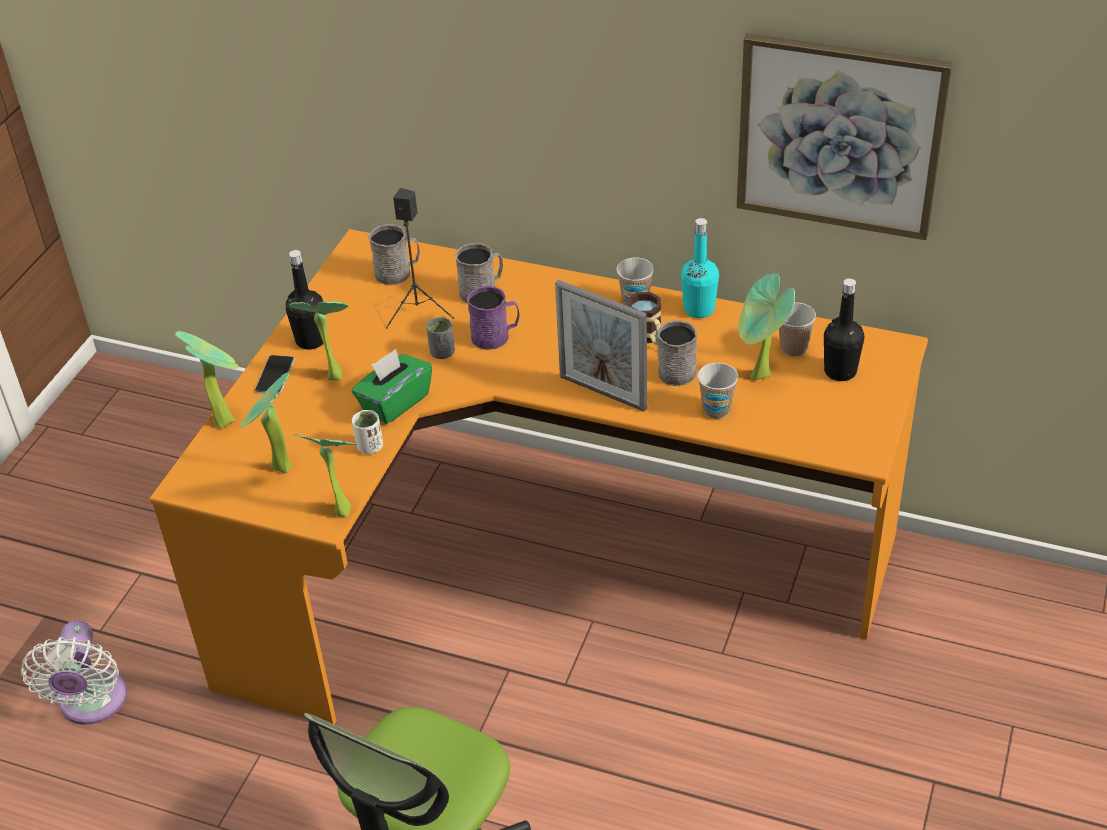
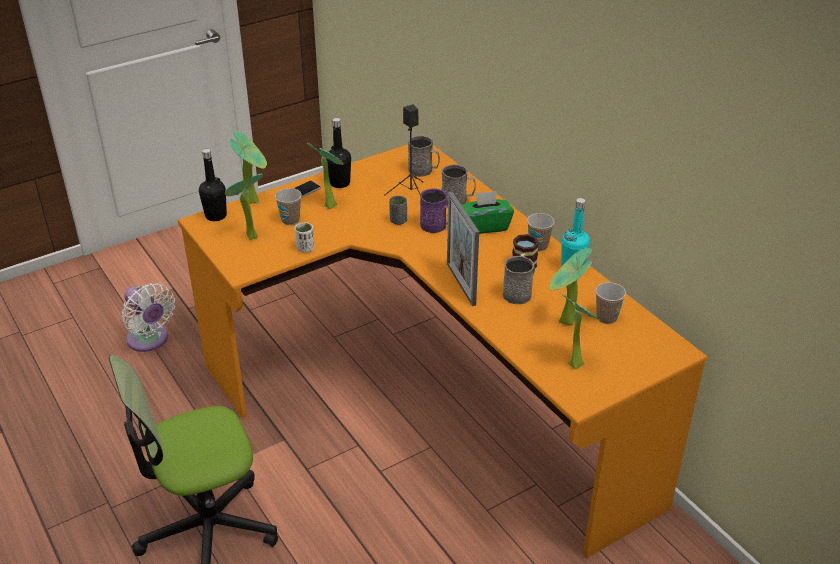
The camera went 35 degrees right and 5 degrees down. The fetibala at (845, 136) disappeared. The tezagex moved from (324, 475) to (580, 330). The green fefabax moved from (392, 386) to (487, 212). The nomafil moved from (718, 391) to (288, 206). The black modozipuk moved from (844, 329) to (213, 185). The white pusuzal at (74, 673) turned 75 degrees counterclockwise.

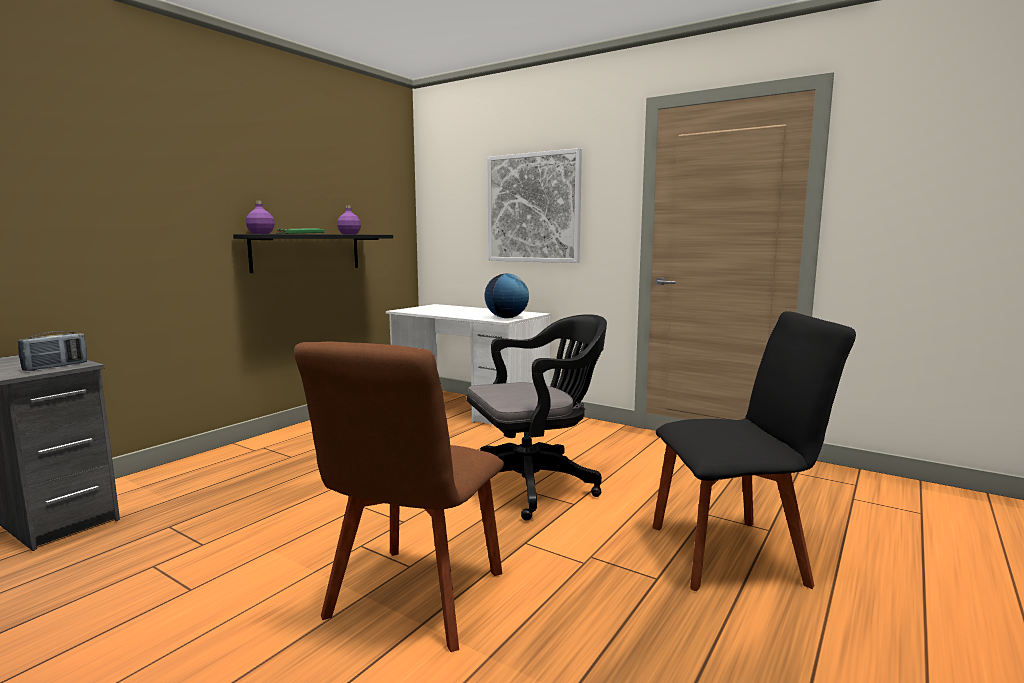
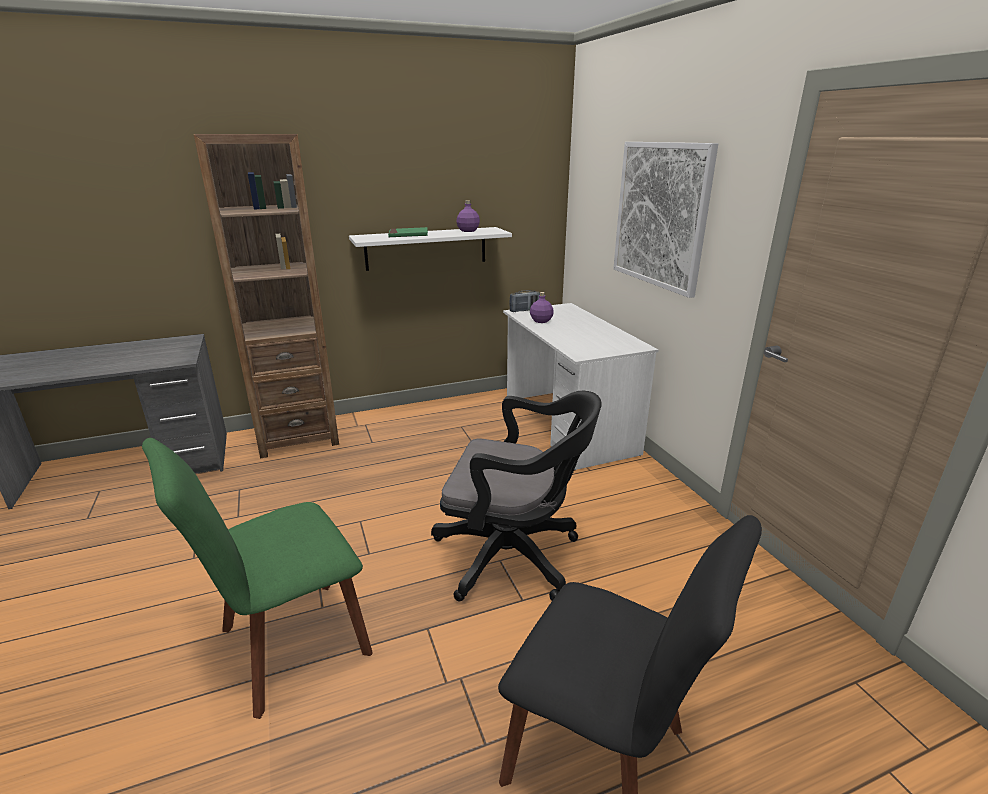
The camera went 35 degrees right and 15 degrees up. The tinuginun at (506, 296) disappeared. The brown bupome at (266, 296) appeared. The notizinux moved from (52, 351) to (525, 301). The purple modozipuk moved from (260, 217) to (542, 307). The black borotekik at (313, 253) became the white borotekik at (430, 249). The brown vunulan at (399, 497) became the green vunulan at (257, 578).

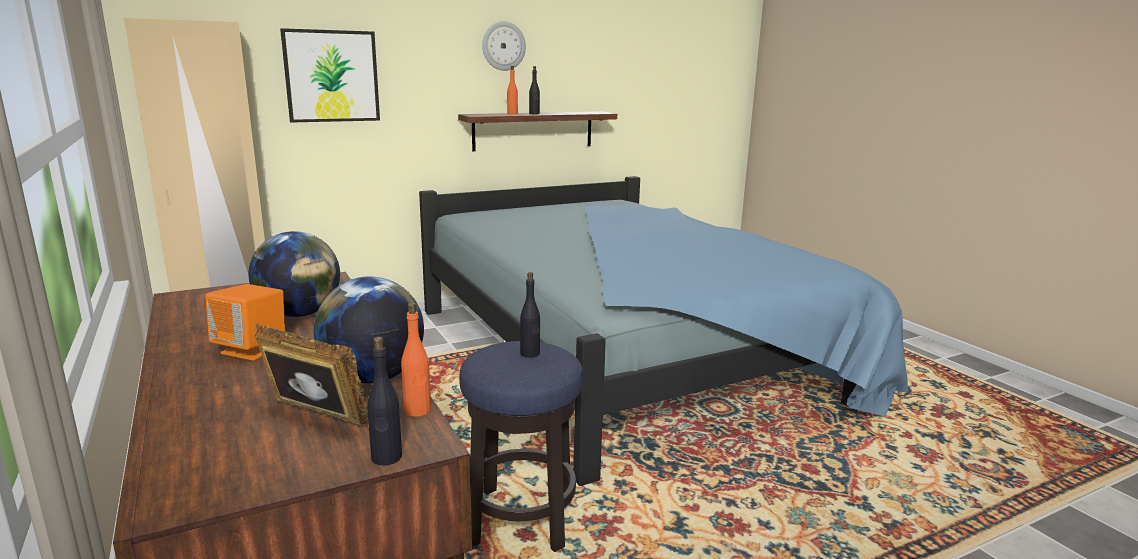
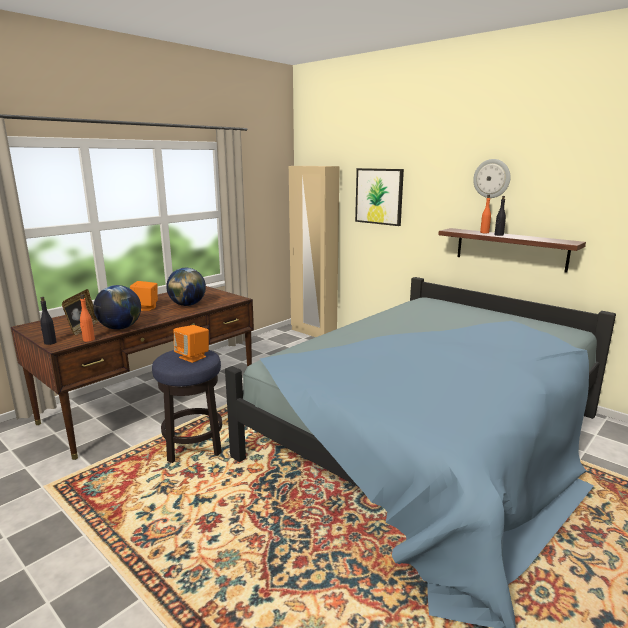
The camera went 70 degrees right and 0 degrees up. The black modozipuk at (530, 315) was replaced by the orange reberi at (191, 344).

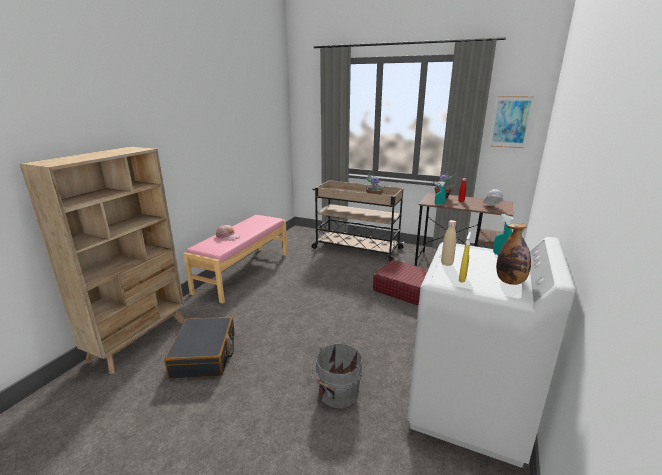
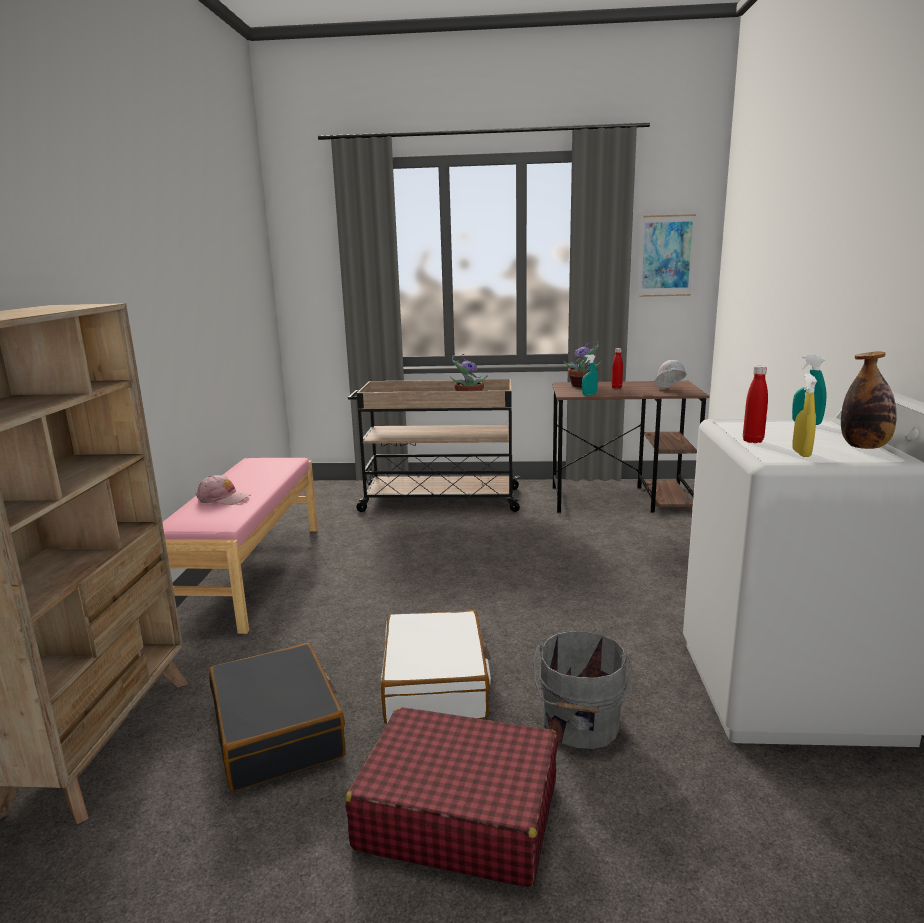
The camera went 20 degrees left and 5 degrees down. The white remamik at (436, 667) appeared. The red remamik moved from (400, 283) to (451, 797). The beige modozipuk at (448, 243) became the red modozipuk at (755, 404).

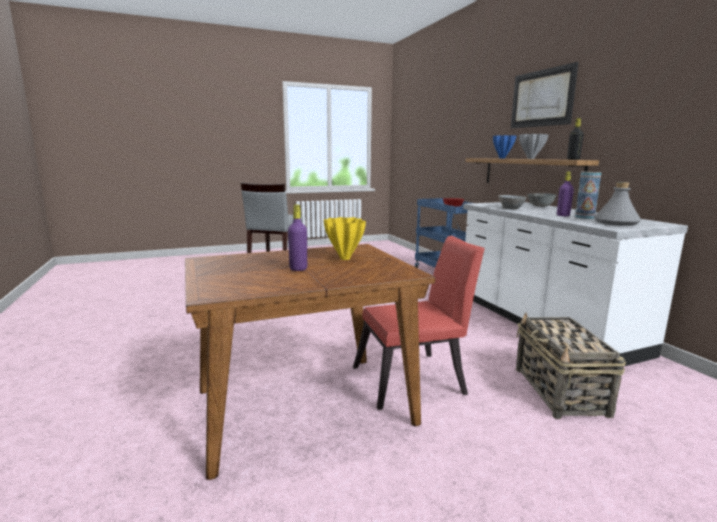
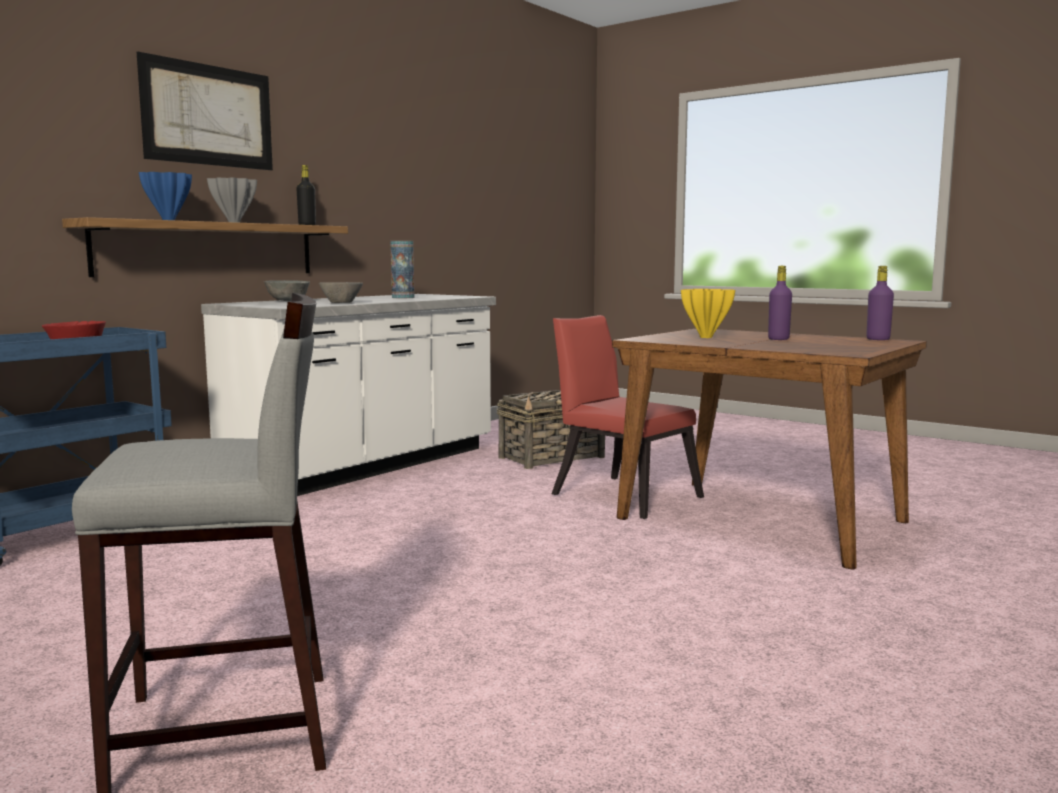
The camera went 120 degrees left and 5 degrees down. The grey modozipuk at (618, 204) disappeared. The purple modozipuk moved from (565, 193) to (880, 303).

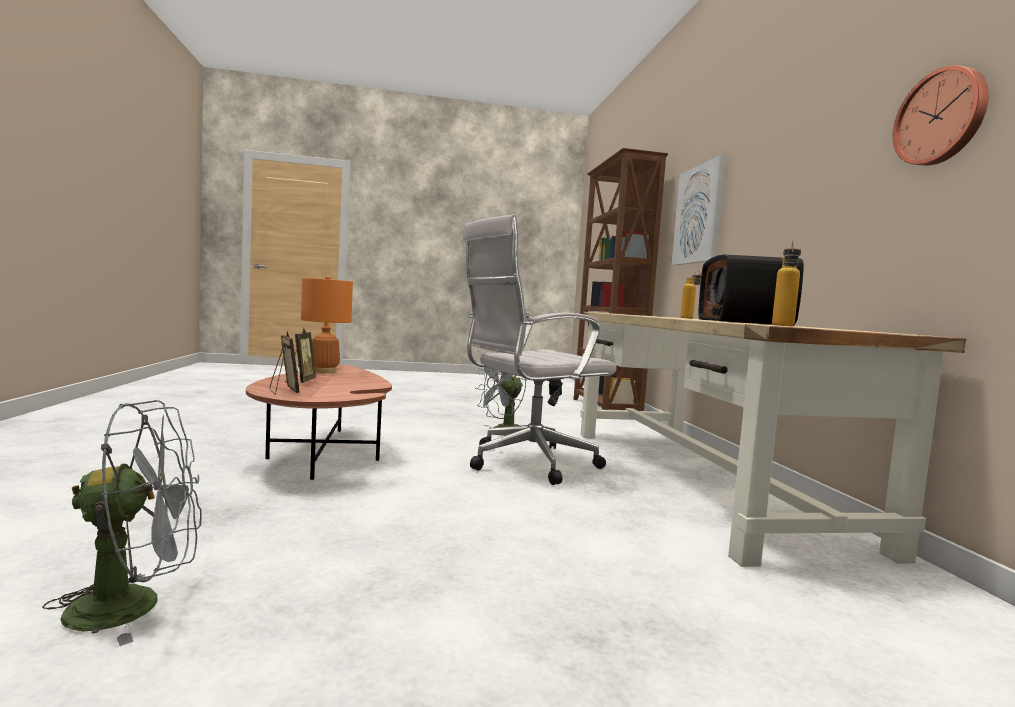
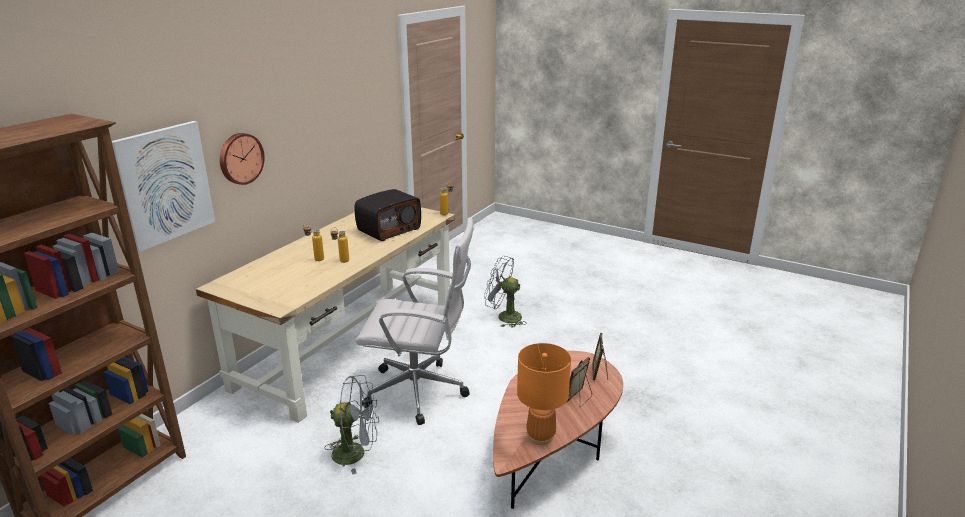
The camera went 140 degrees left and 20 degrees up. The modozipuk at (339, 245) appeared. The grey pusuzal moved from (122, 523) to (505, 292). The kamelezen moved from (941, 115) to (242, 159).

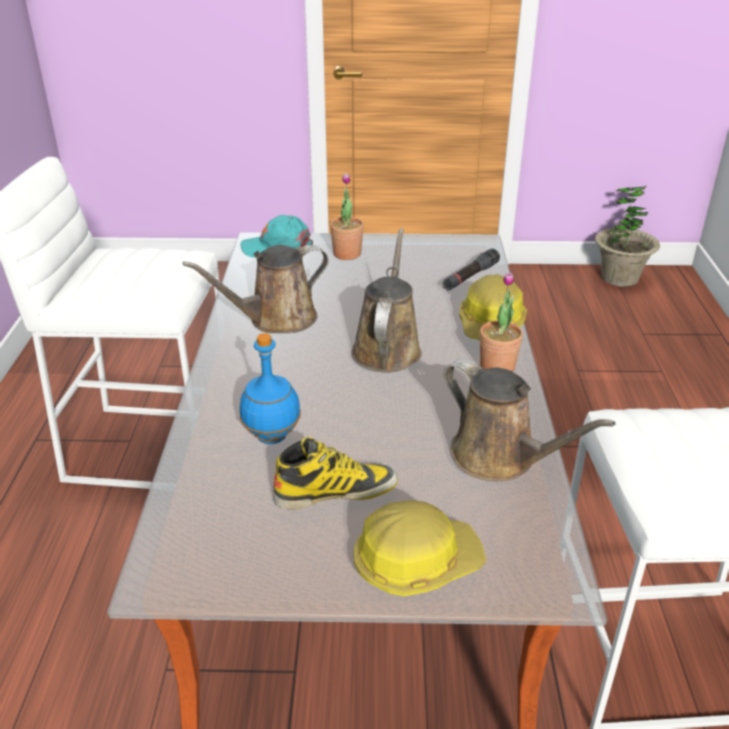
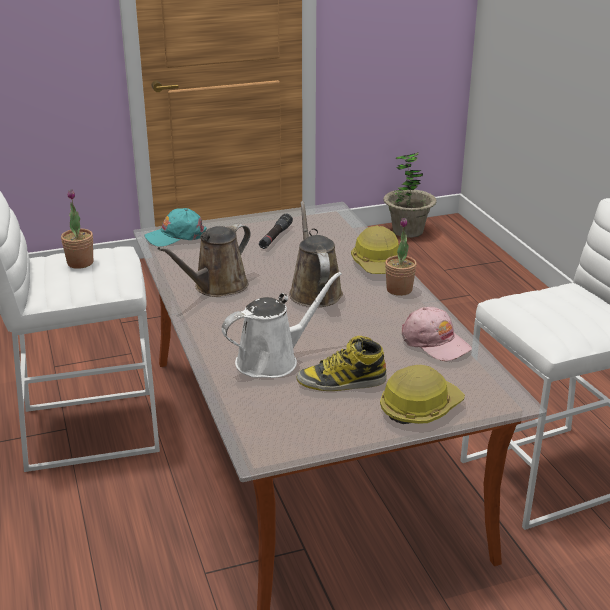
The camera went 20 degrees left and 5 degrees down. The tezagex moved from (347, 216) to (77, 229). The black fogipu moved from (471, 269) to (276, 231). The blue modozipuk at (270, 388) was replaced by the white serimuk at (282, 325). The brown serimuk at (530, 420) was replaced by the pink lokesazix at (437, 334). The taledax at (335, 473) turned 150 degrees counterclockwise.

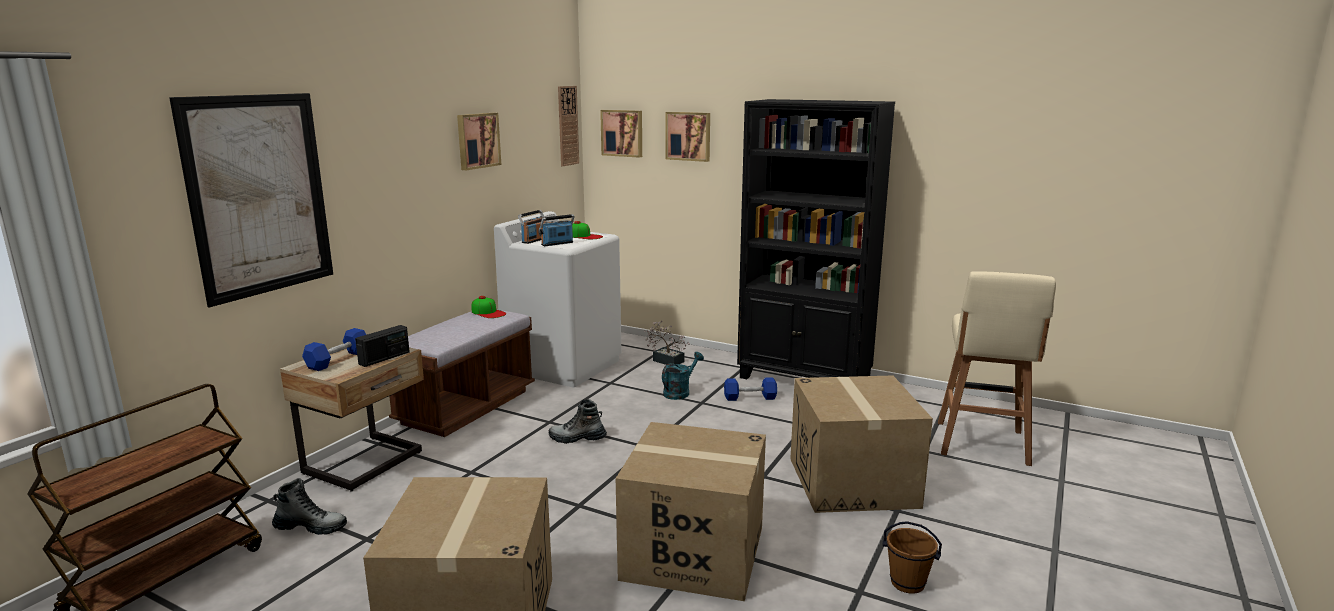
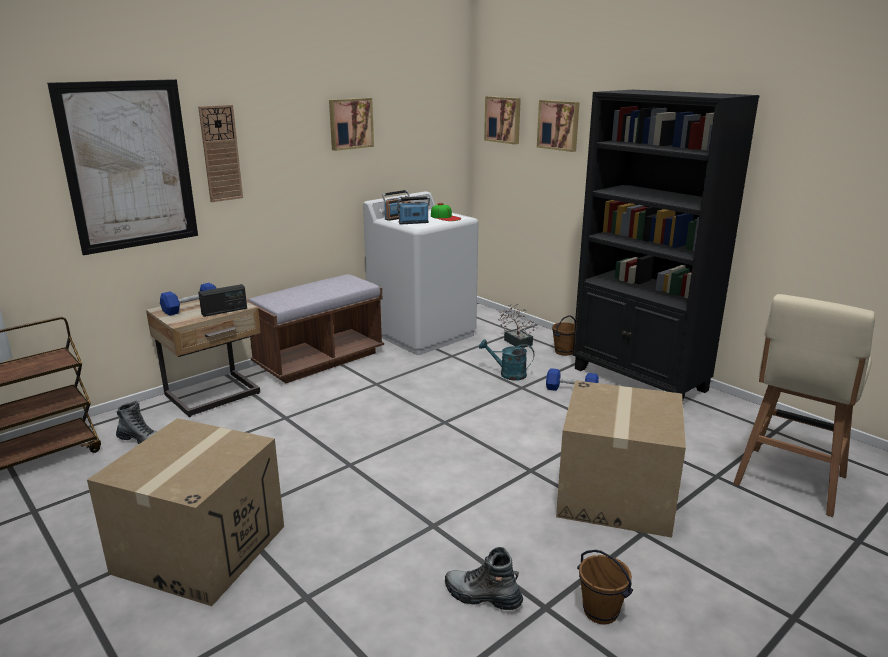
The camera went 20 degrees right and 5 degrees up. The lokesazix at (489, 307) disappeared. The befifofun at (691, 511) disappeared. The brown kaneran at (563, 335) appeared. The taledax moved from (578, 421) to (484, 578). The kamelezen moved from (568, 126) to (220, 153). The turquoise serimuk at (683, 376) turned 135 degrees counterclockwise.

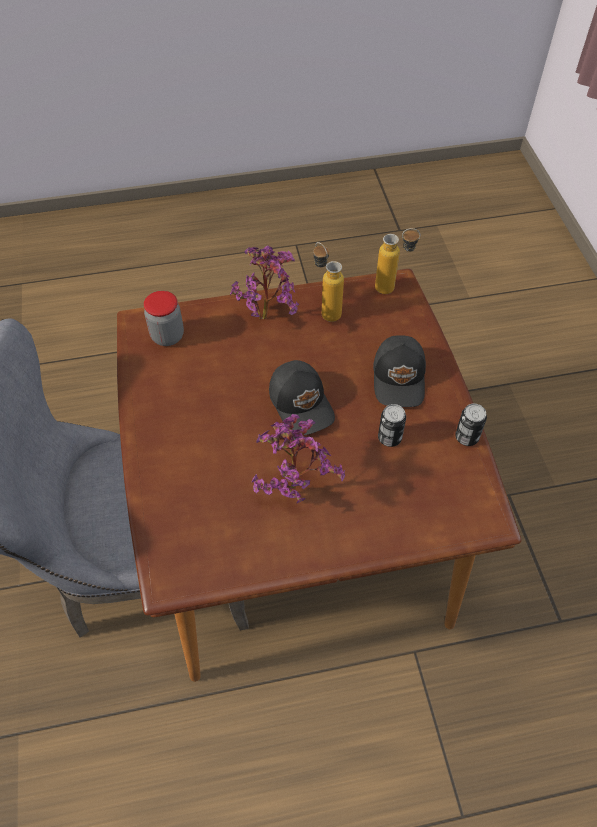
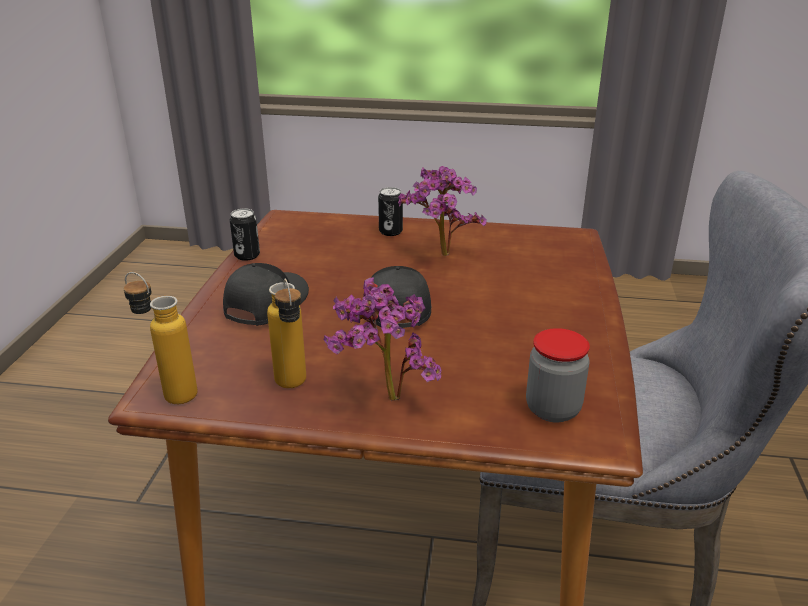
The camera went 160 degrees left and 25 degrees down. The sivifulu moved from (392, 425) to (390, 211).

